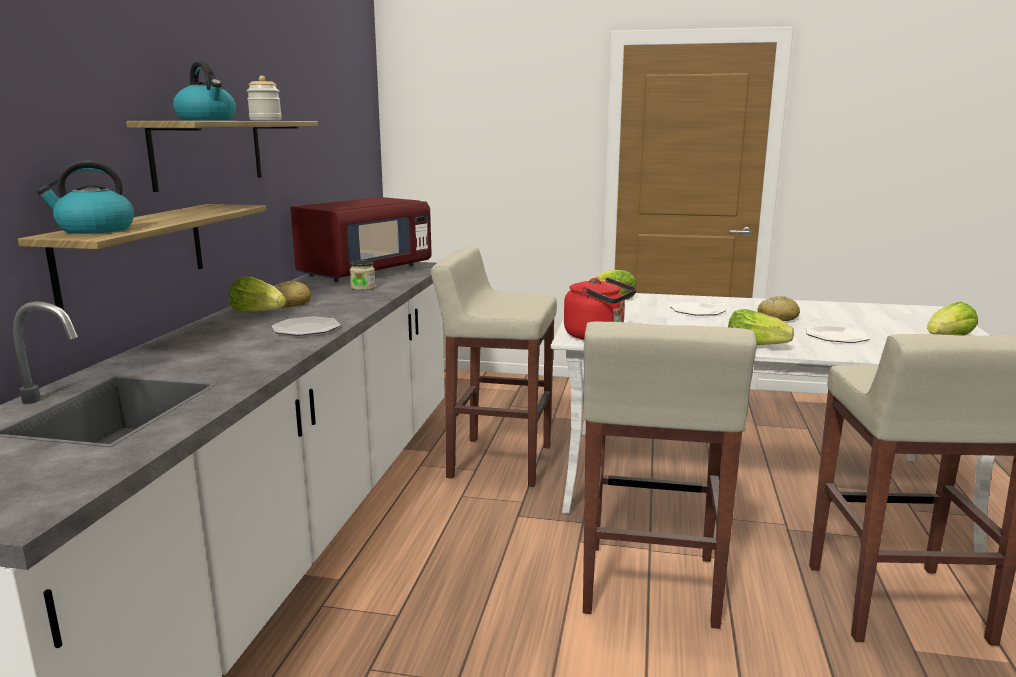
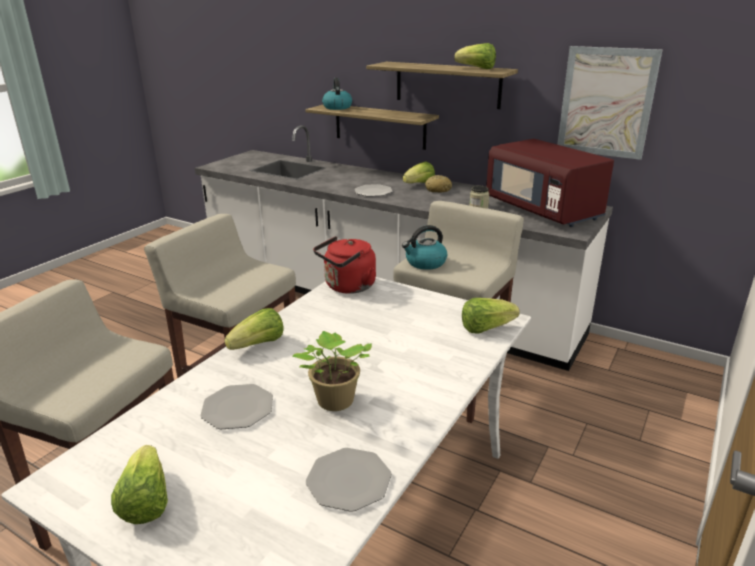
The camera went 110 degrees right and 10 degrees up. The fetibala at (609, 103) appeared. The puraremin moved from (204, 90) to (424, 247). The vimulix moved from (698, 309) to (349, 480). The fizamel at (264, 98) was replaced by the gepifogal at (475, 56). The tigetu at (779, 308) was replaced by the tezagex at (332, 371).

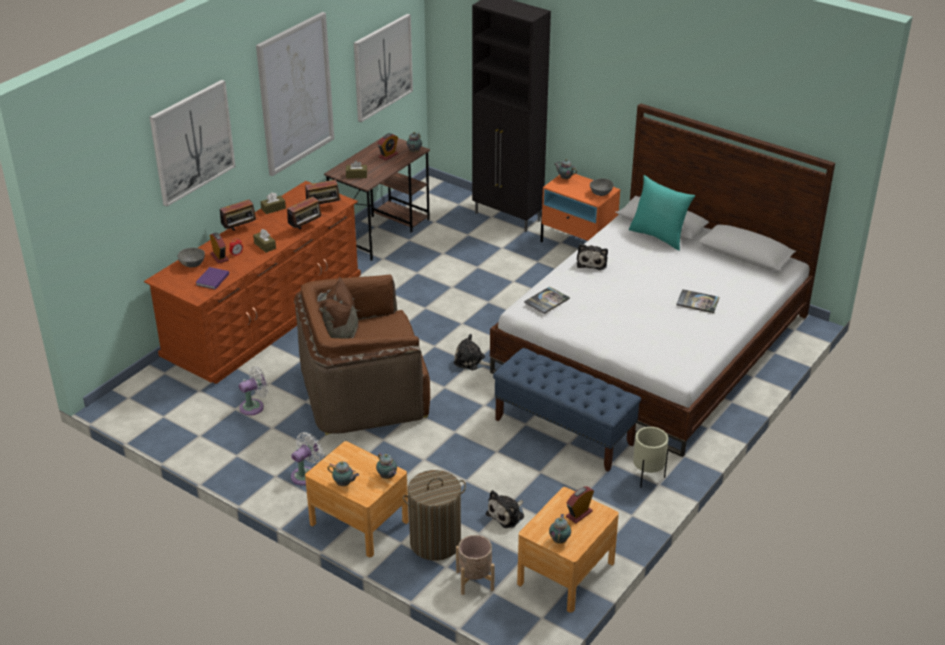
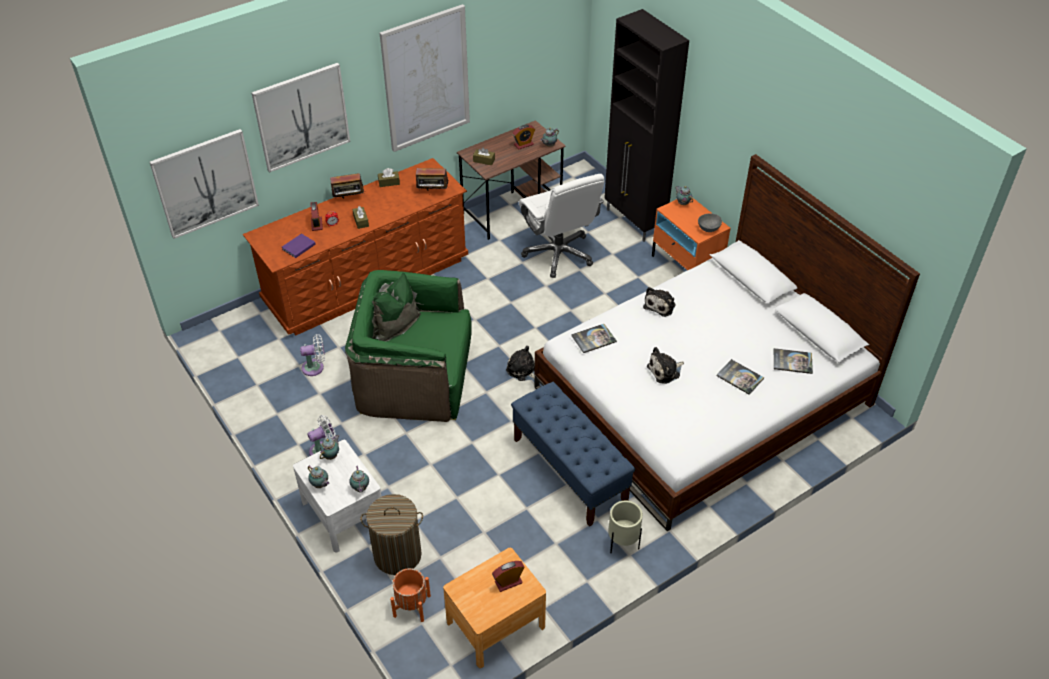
The camera went 20 degrees right and 10 degrees up. The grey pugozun at (191, 258) disappeared. The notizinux at (305, 212) disappeared. The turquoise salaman at (662, 213) disappeared. The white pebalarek at (562, 226) appeared. The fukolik at (793, 361) appeared. The fetibala moved from (383, 68) to (204, 184). The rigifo moved from (505, 509) to (665, 365). The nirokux moved from (560, 529) to (330, 447). The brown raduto at (362, 354) became the green raduto at (408, 346). The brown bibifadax at (357, 499) became the white bibifadax at (337, 496). The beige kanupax at (475, 565) became the orange kanupax at (410, 595).

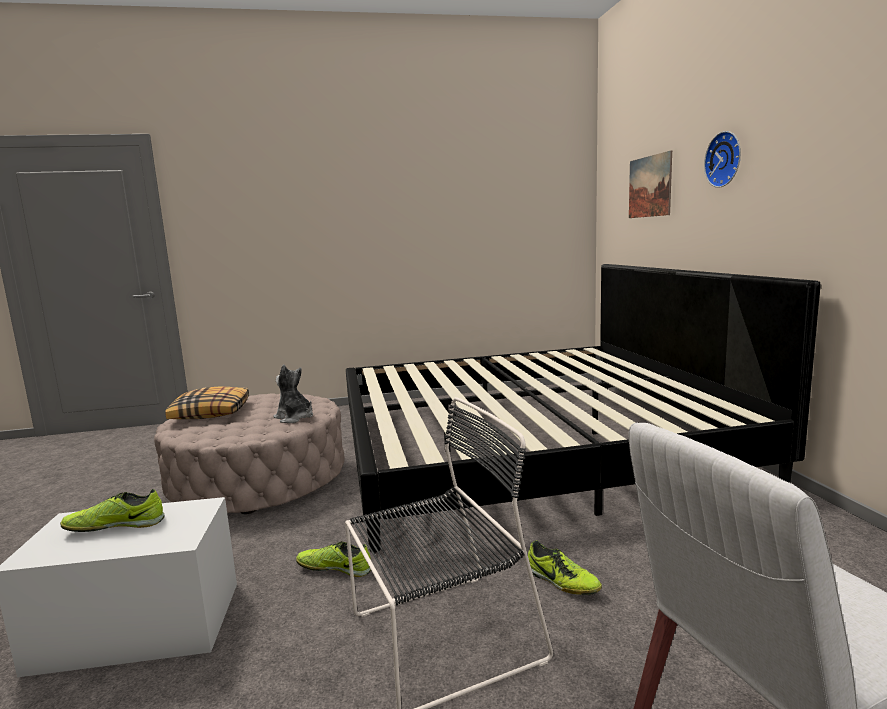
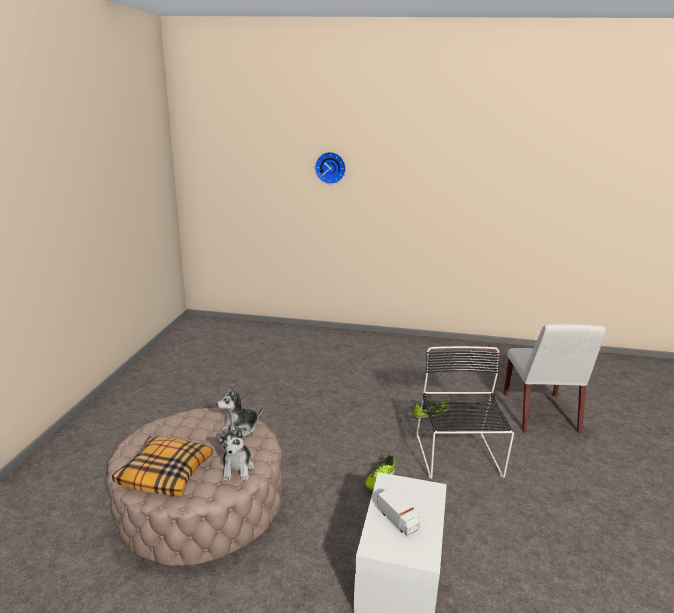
The camera went 70 degrees left and 10 degrees up. The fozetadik at (583, 408) disappeared. The fetibala at (650, 184) disappeared. The rigifo at (235, 453) appeared. The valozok at (112, 510) was replaced by the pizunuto at (398, 512).

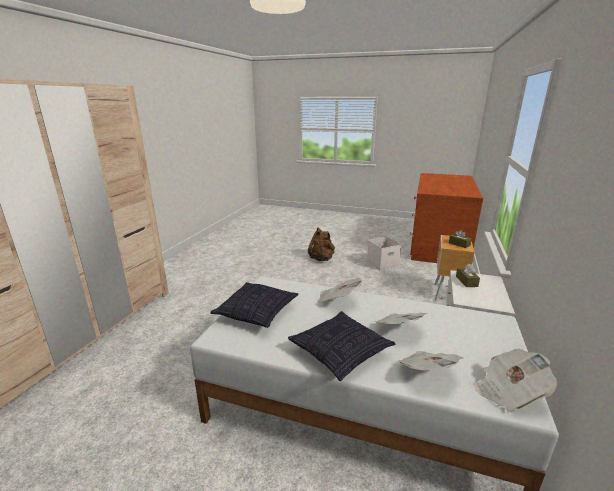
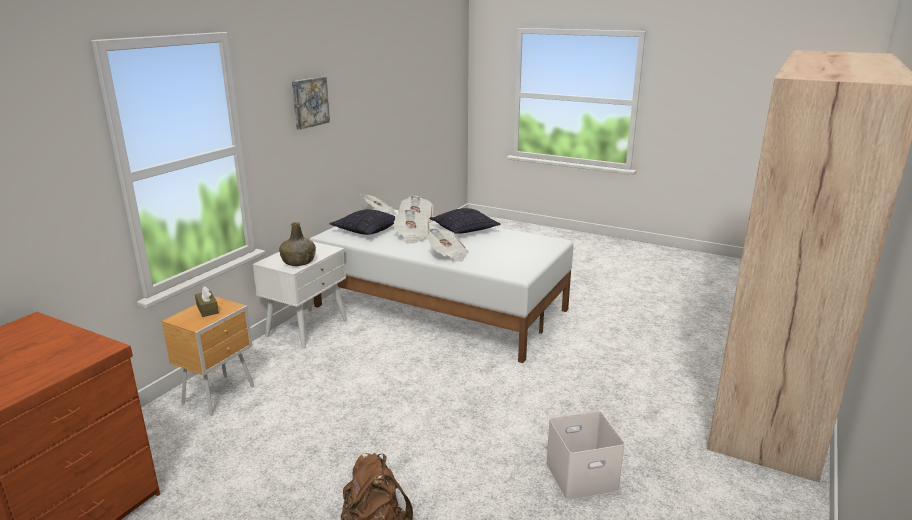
The camera went 170 degrees left and 0 degrees up. The fetibala at (311, 103) appeared. The salaman moved from (254, 305) to (362, 222). The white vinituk moved from (384, 254) to (585, 456). The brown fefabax at (468, 275) was replaced by the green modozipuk at (297, 244).

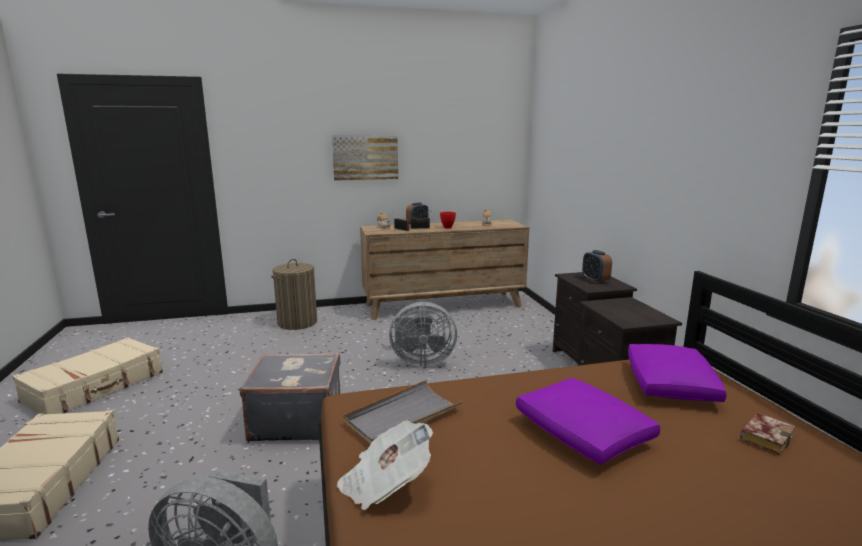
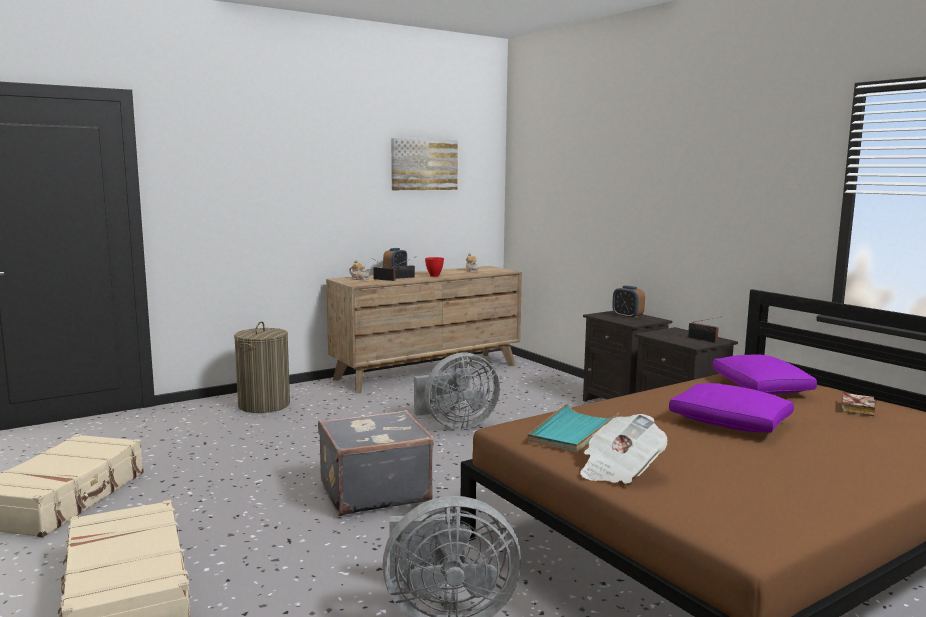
The camera went 20 degrees left and 5 degrees down. The notizinux at (705, 329) appeared. The fetibala moved from (365, 158) to (424, 164). The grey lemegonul at (403, 412) became the turquoise lemegonul at (573, 427).

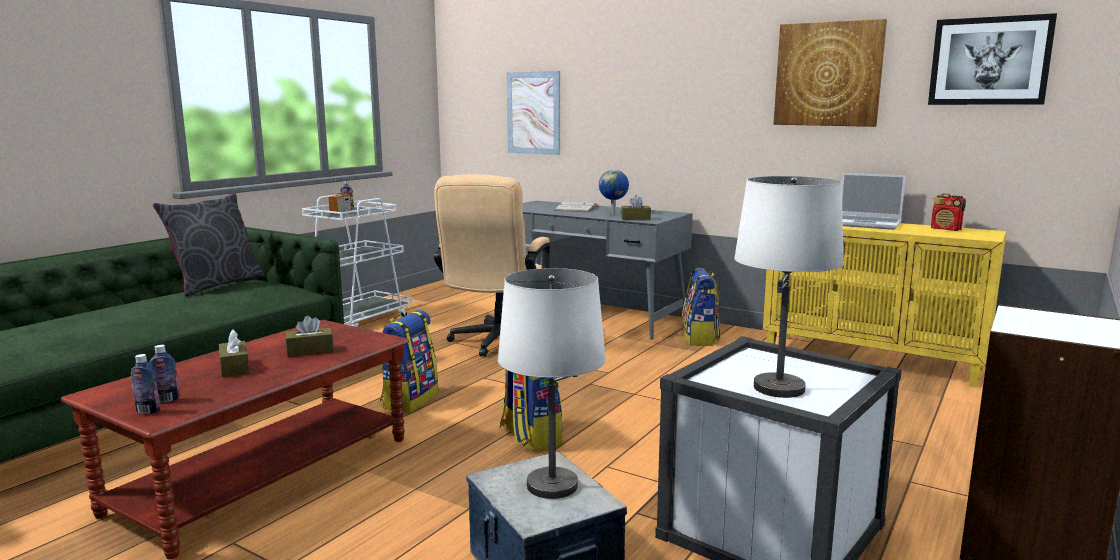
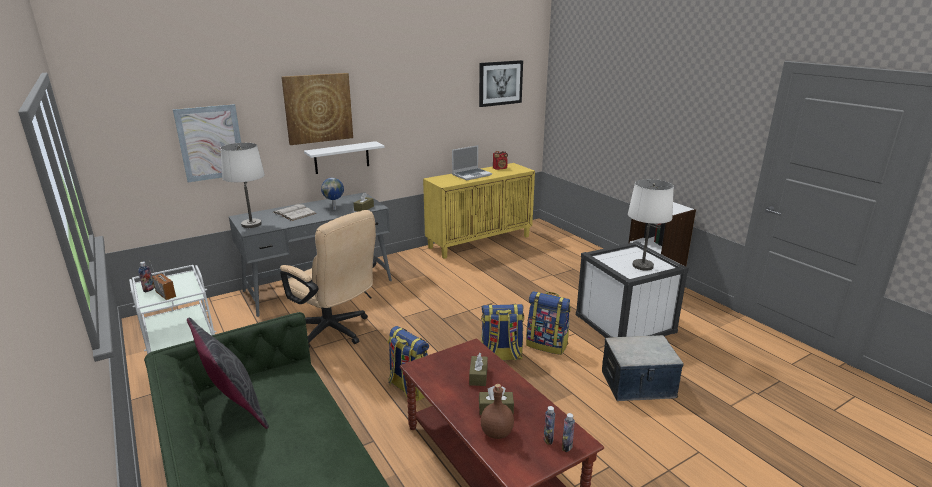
The camera went 65 degrees left and 10 degrees up. The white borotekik at (344, 157) appeared. The brown modozipuk at (497, 411) appeared. The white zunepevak moved from (552, 383) to (242, 185). The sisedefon moved from (701, 306) to (548, 323). The fetibala moved from (830, 73) to (317, 109).

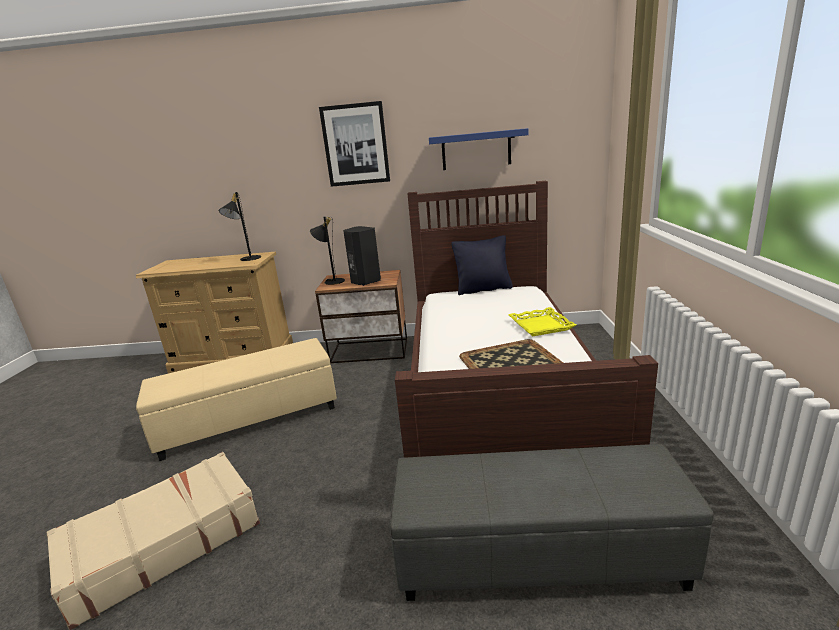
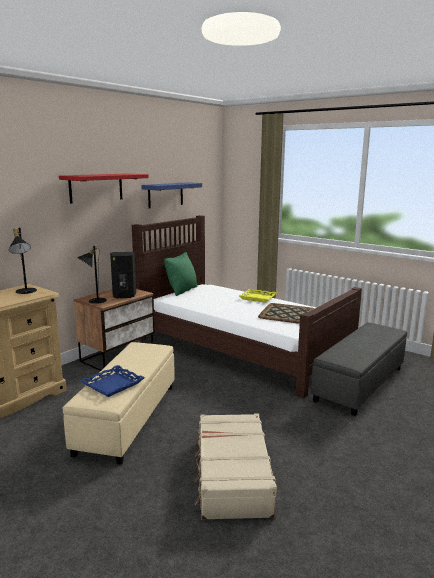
The camera went 55 degrees left and 5 degrees down. The blue lemegonul at (112, 381) appeared. The fetibala at (354, 144) was replaced by the red borotekik at (104, 188). The black salaman at (482, 265) became the green salaman at (180, 274).

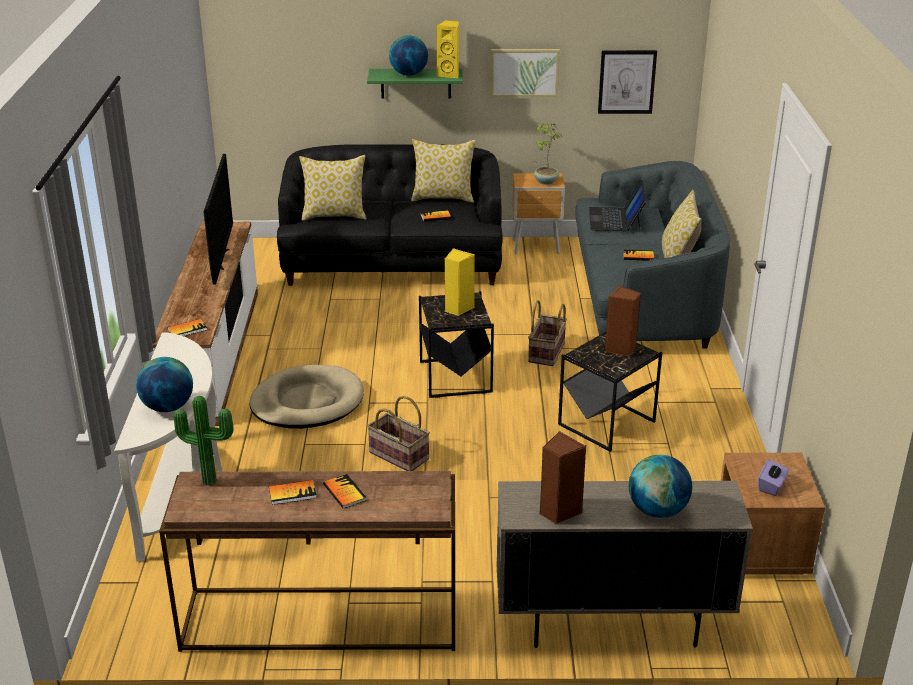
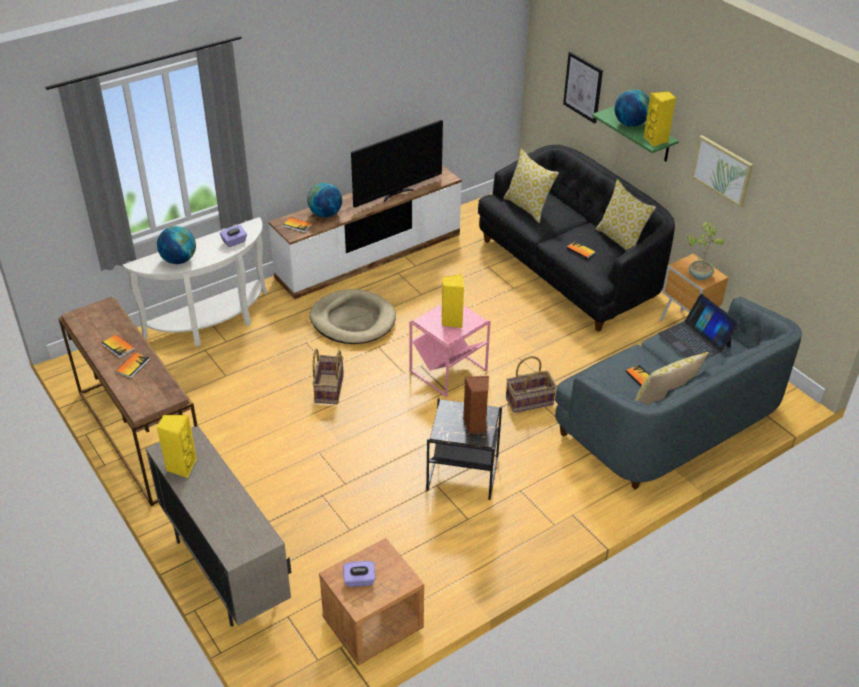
The camera went 55 degrees right and 10 degrees up. The tezagex at (204, 441) disappeared. The purple fefabax at (233, 236) appeared. The fetibala moved from (627, 82) to (583, 88). The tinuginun moved from (660, 486) to (324, 200). The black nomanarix at (456, 344) became the pink nomanarix at (450, 350). The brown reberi at (563, 478) became the yellow reberi at (177, 446). The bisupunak at (617, 205) turned 90 degrees counterclockwise.

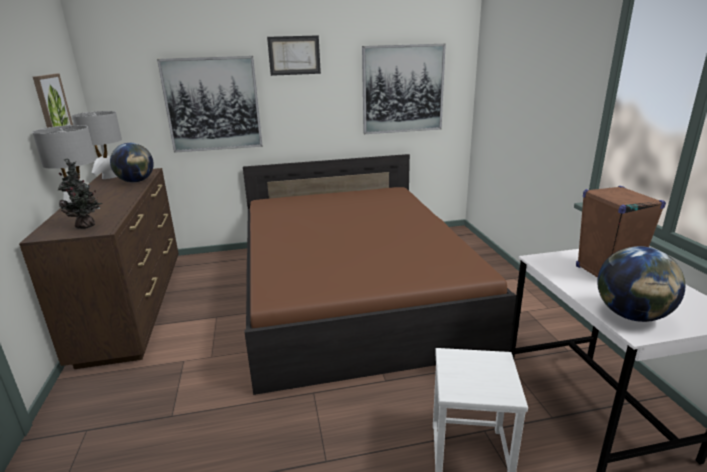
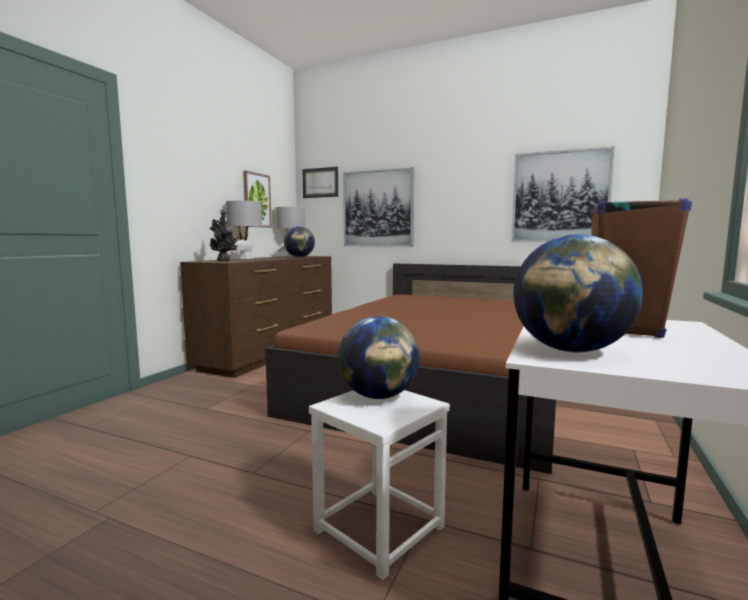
The camera went 35 degrees right and 15 degrees down. The tinuginun at (379, 357) appeared. The fetibala moved from (294, 55) to (320, 182).

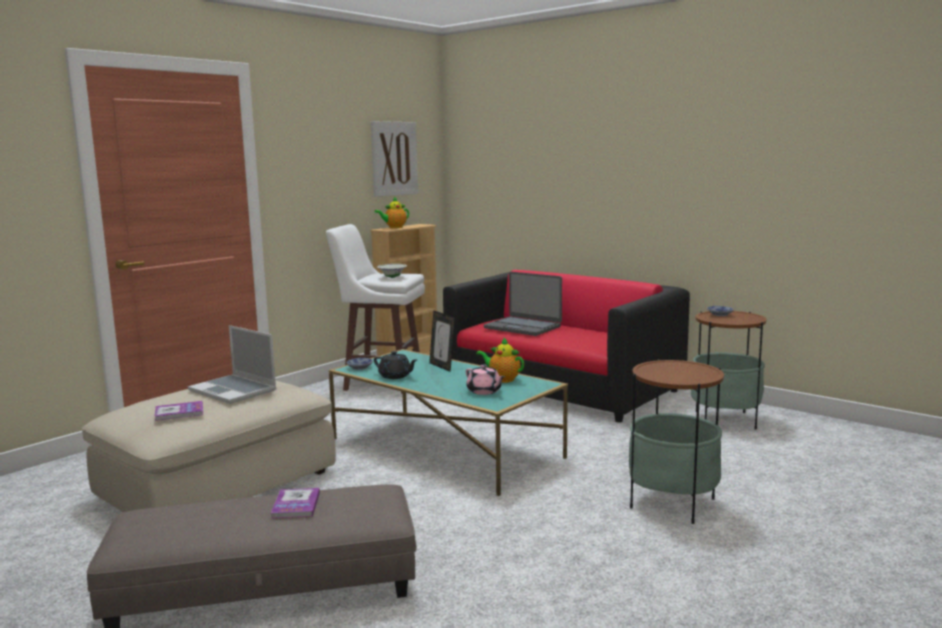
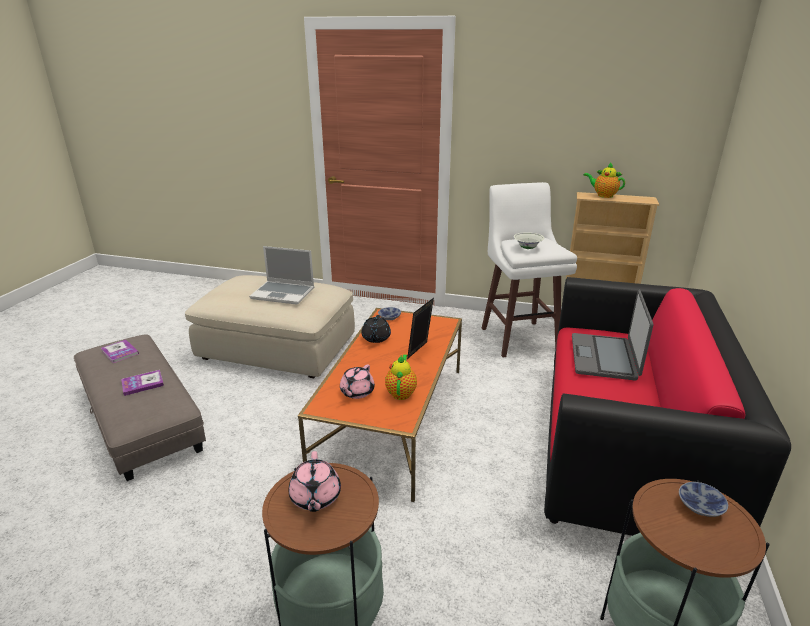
The camera went 65 degrees right and 15 degrees up. The fetibala at (394, 159) disappeared. The pink nirokux at (314, 481) appeared. The fukolik moved from (178, 411) to (120, 351). The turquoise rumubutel at (448, 422) became the orange rumubutel at (380, 405). The bisupunak at (232, 364) turned 90 degrees counterclockwise.

